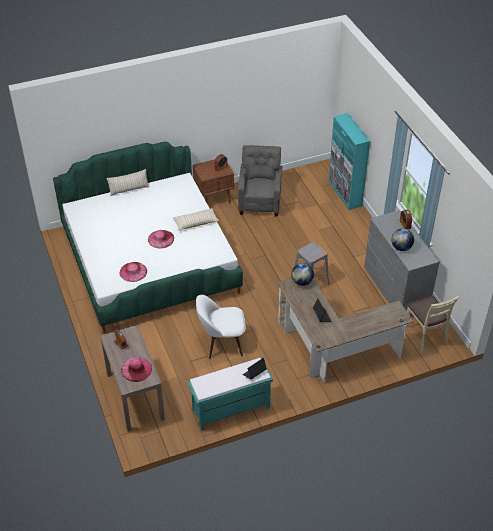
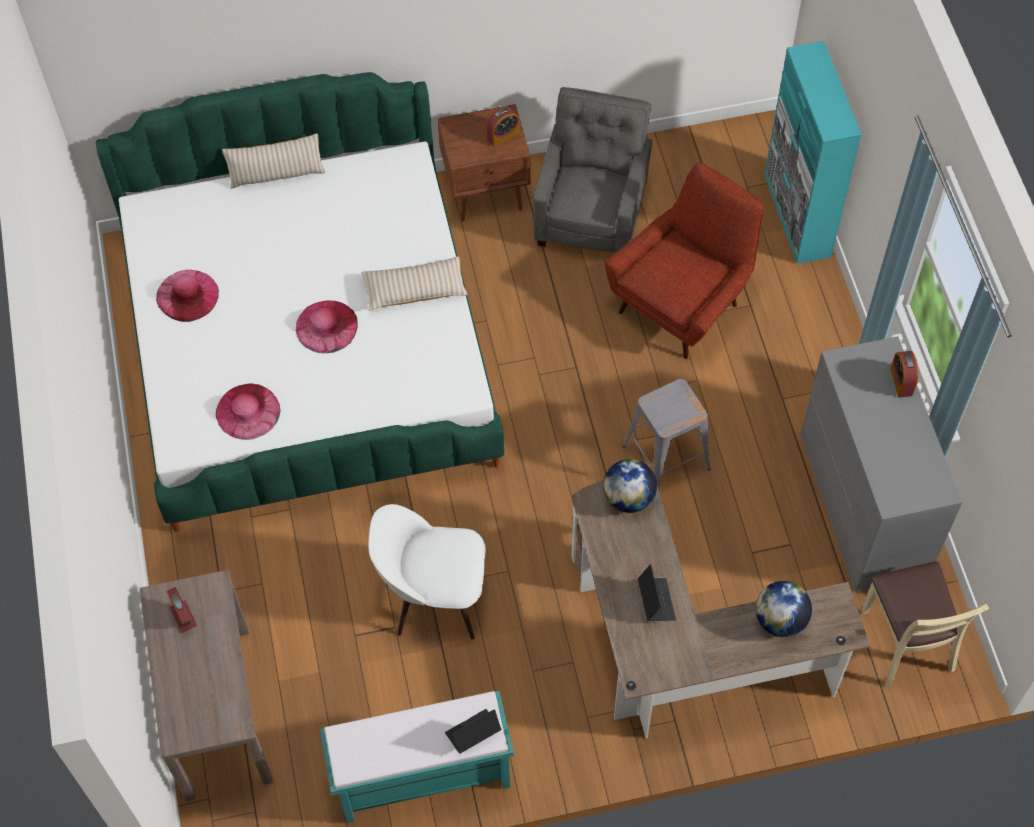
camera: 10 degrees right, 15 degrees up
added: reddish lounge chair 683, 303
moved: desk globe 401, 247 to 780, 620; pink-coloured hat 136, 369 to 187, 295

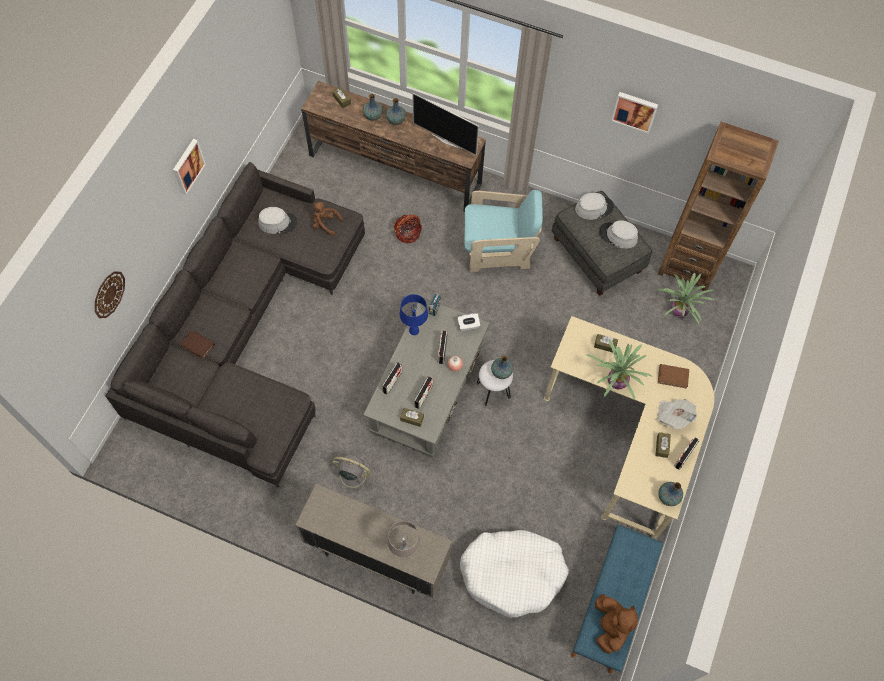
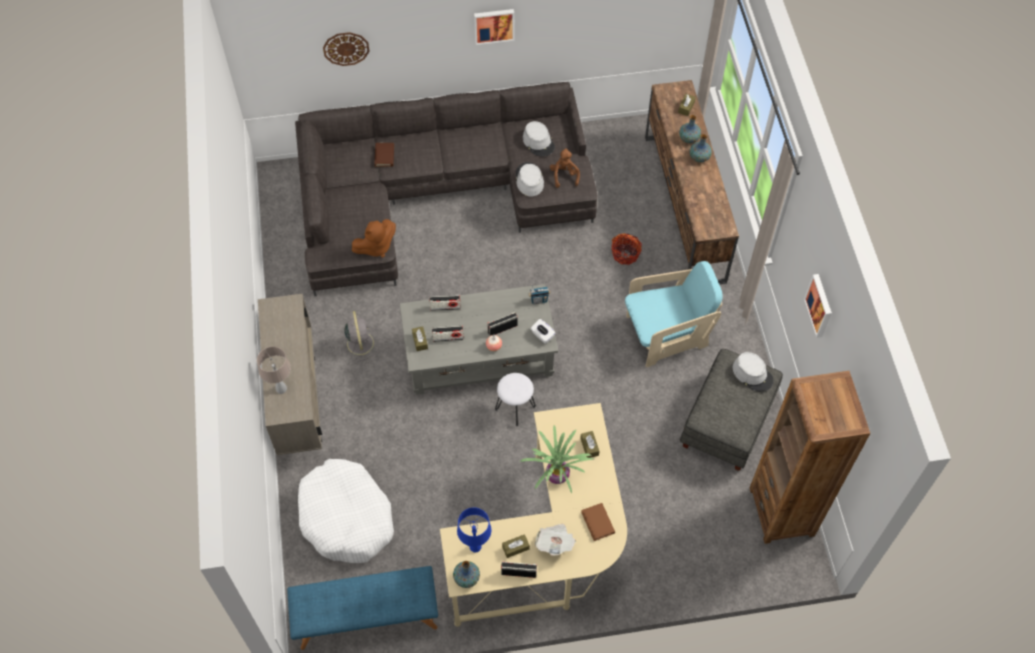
camera: 60 degrees right, 5 degrees down
removed: TV 446, 140; houseplant 679, 311; decorative vase 501, 372
moved: grey hat 618, 236 to 529, 180; bluish tabletop lamp 413, 330 to 475, 546; brown-coloured soft toy 610, 627 to 376, 247
turned: turquoise lounge chair 498, 249 = 666, 334 75 degrees counterclockwise

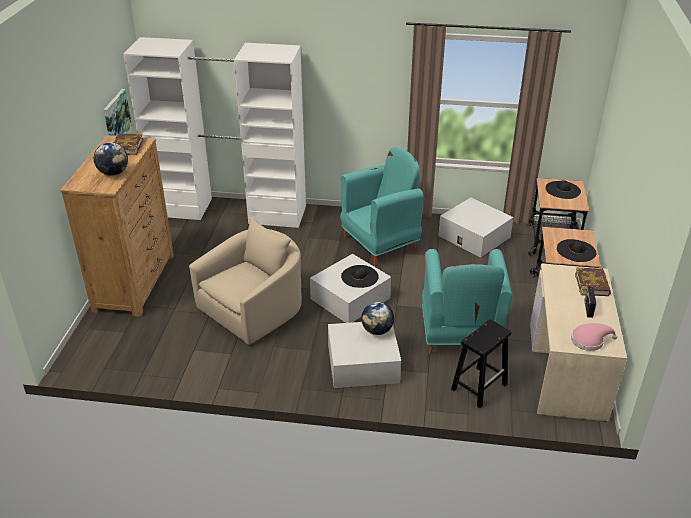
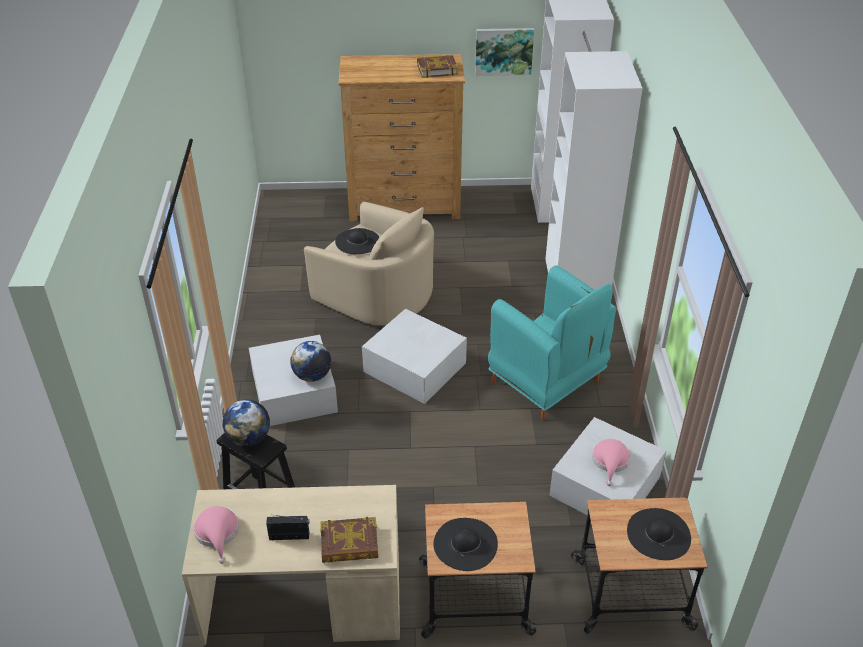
camera: 80 degrees right, 5 degrees up
removed: turquoise lounge chair 460, 336
added: pink-coloured hat 610, 461
moved: desk globe 113, 173 to 248, 438; black-coloured hat 359, 276 to 357, 241

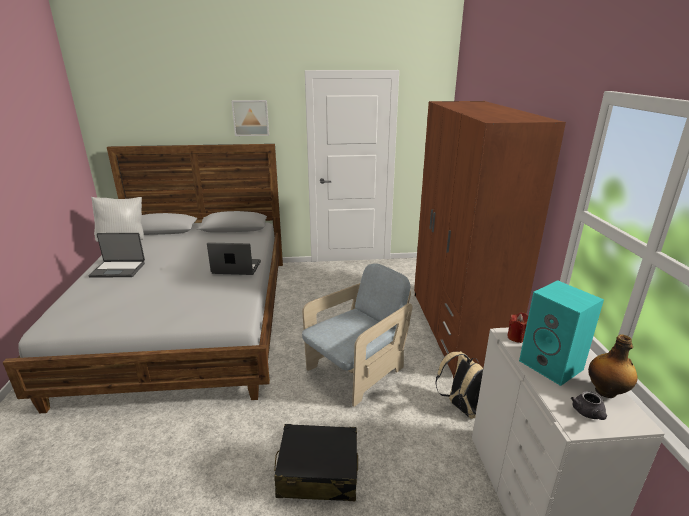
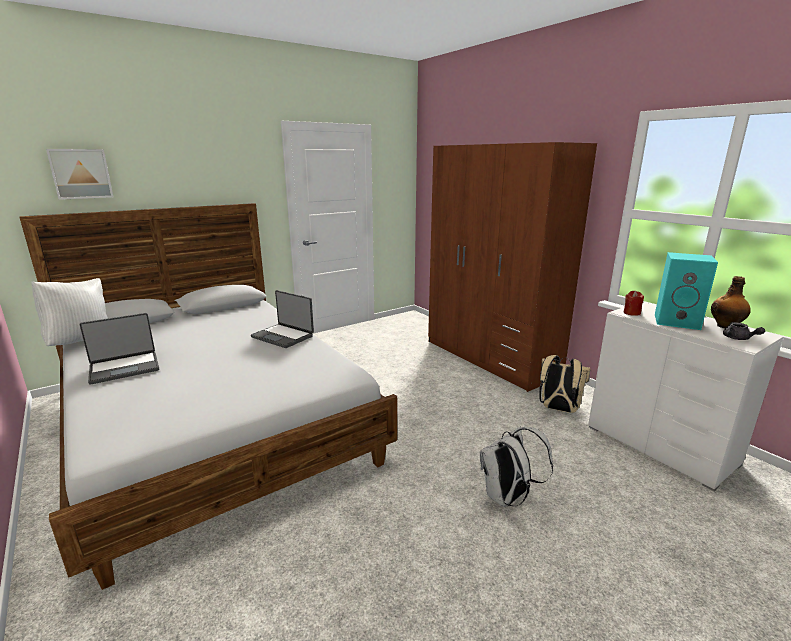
camera: 30 degrees left, 5 degrees down
removed: beige-coloured lounge chair 356, 371
moved: picture 251, 118 to 81, 174
replaced: black-coloured suitcase 317, 472 to white knapsack 508, 498
turned: laptop 236, 268 = 283, 336 120 degrees counterclockwise

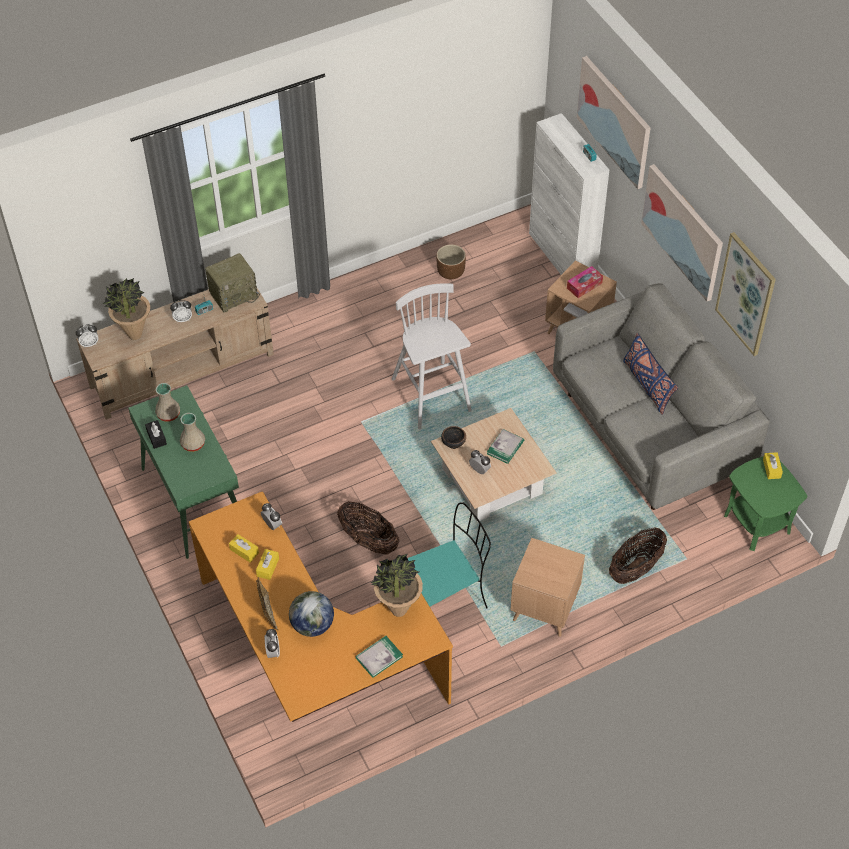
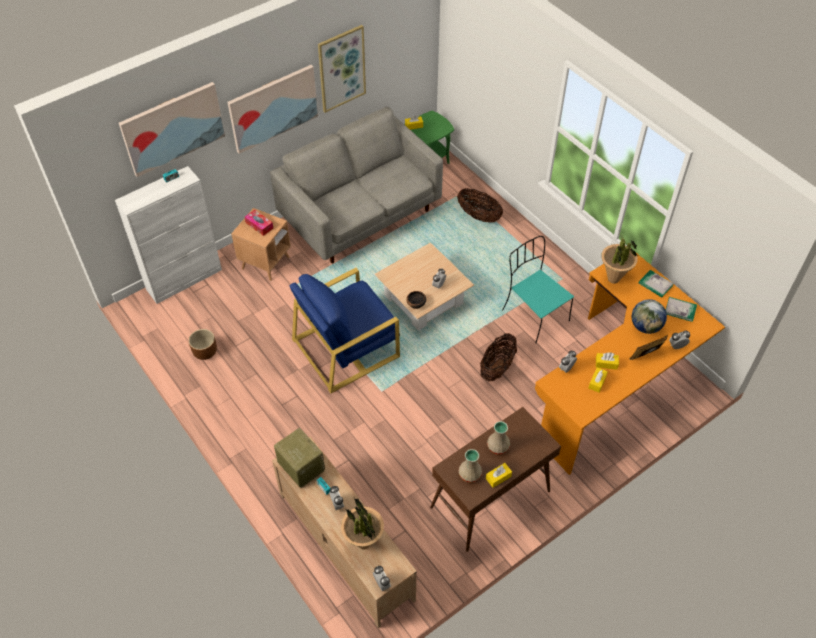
camera: 100 degrees left, 0 degrees up
removed: bluish pillow 647, 385; brown-coloured accent table 544, 609
moved: bound book 505, 447 to 680, 310
replaced: white stool seat 432, 396 to bluish lounge chair 346, 347
recoloured: green-coloured hall table 193, 500 to brown-coloured hall table 490, 500; black-coloured tissue holder 156, 437 to yellowish tissue holder 498, 477

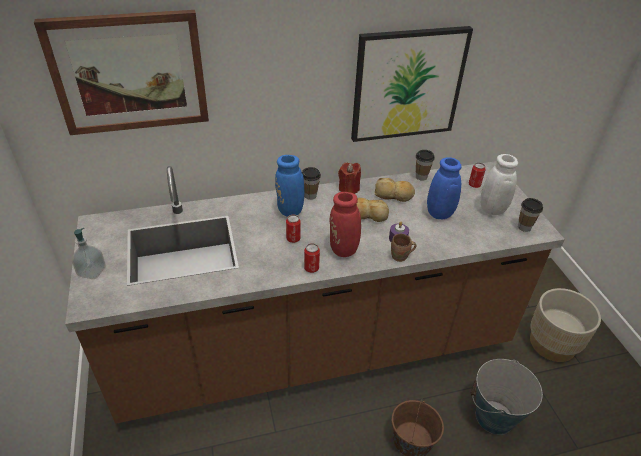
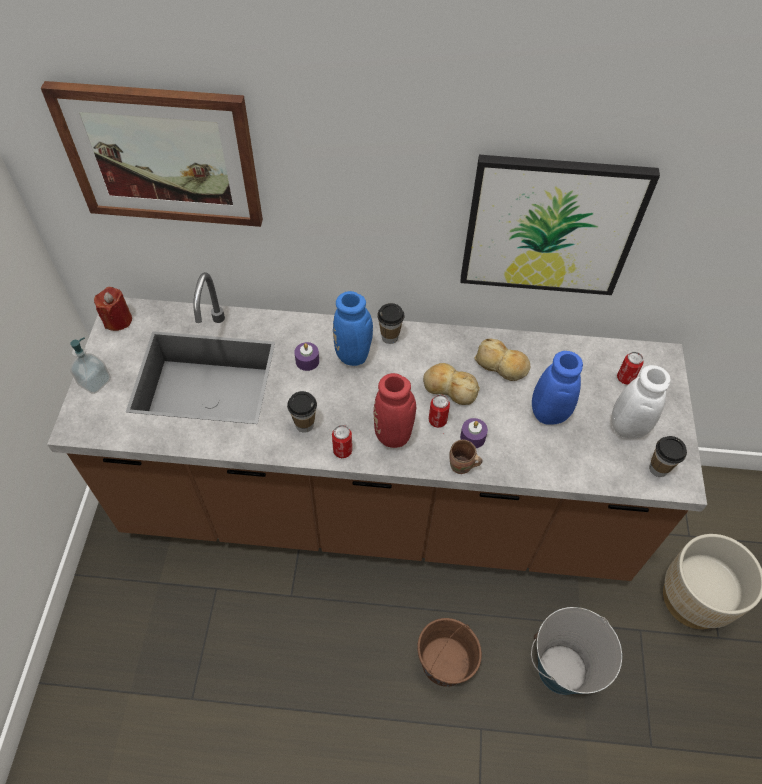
camera: 20 degrees right, 15 degrees up
added: purplish wax candle 307, 361
moved: cup 421, 177 to 304, 425; reddish wax candle 348, 188 to 118, 320; metal can 293, 239 to 437, 420

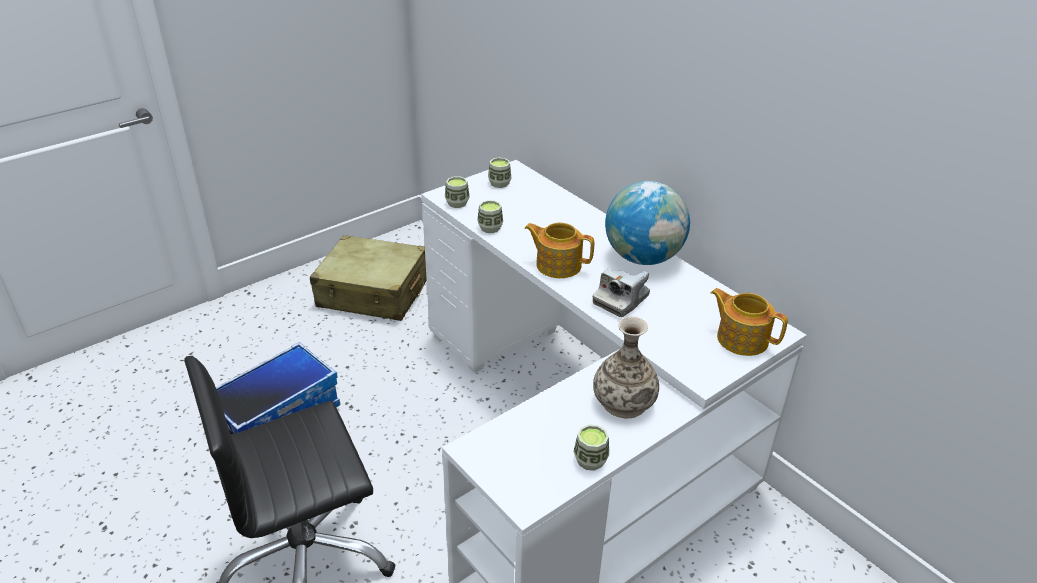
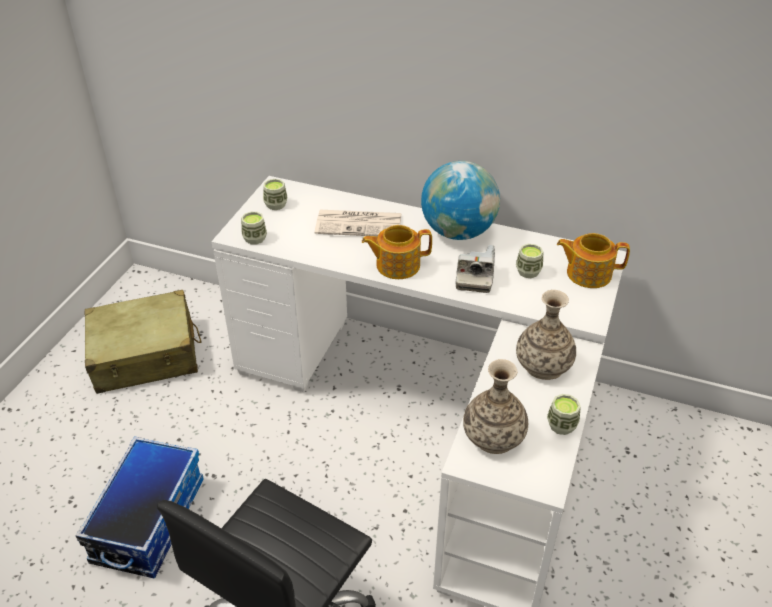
camera: 30 degrees left, 5 degrees up
added: daily paper 360, 224; decorative vase 494, 436
moved: cup 490, 228 to 528, 271

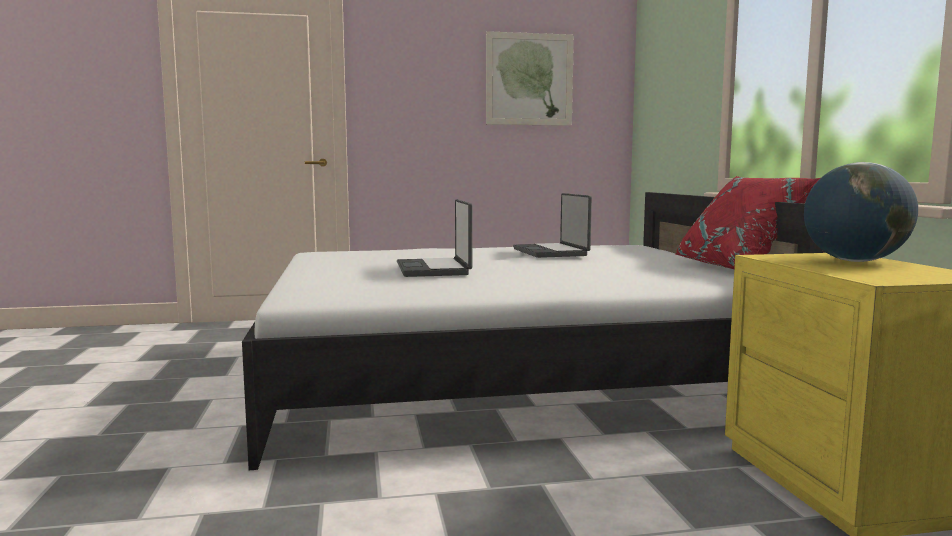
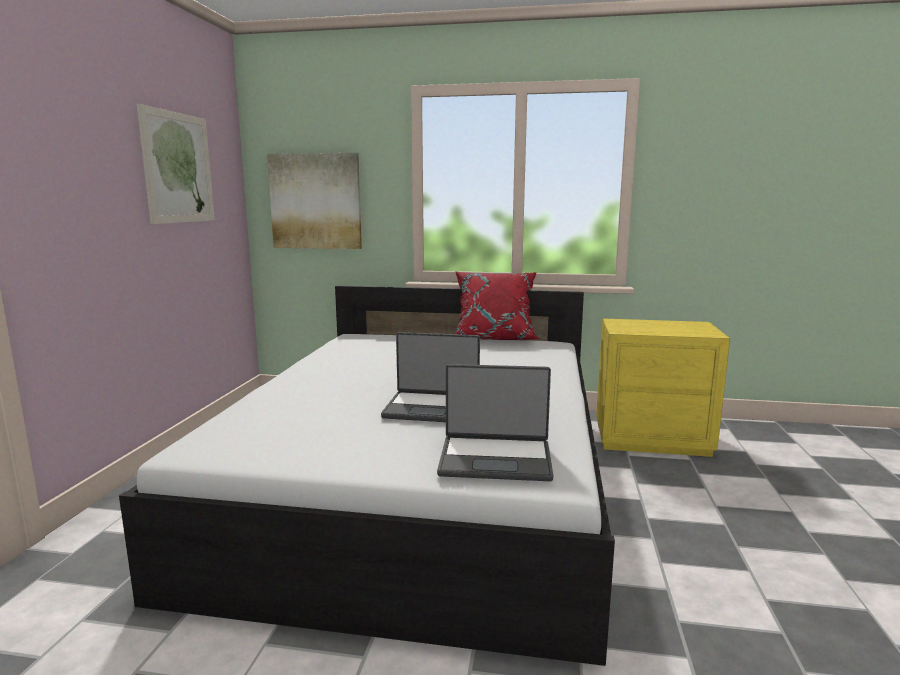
camera: 70 degrees left, 5 degrees up
removed: desk globe 854, 261
added: picture 316, 201
moved: laptop 551, 252 to 495, 459

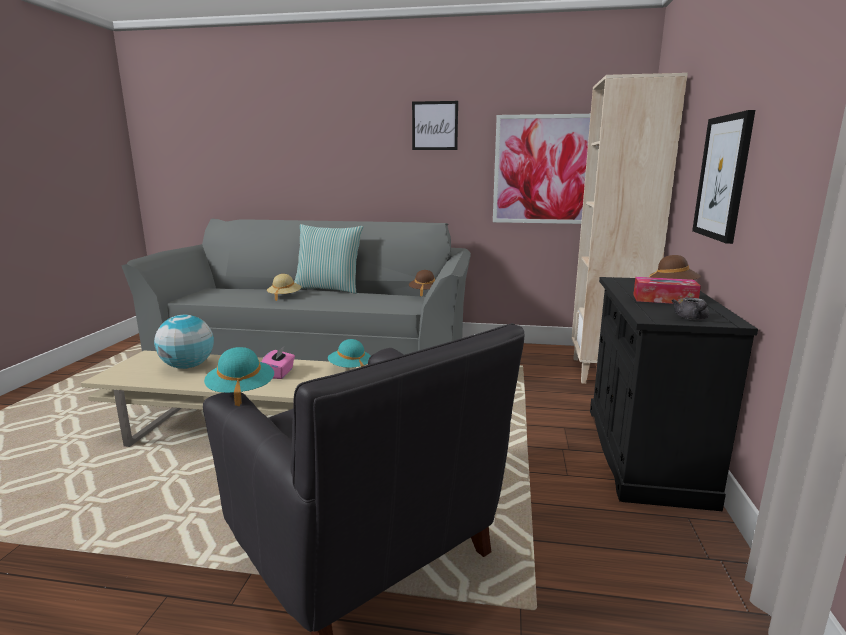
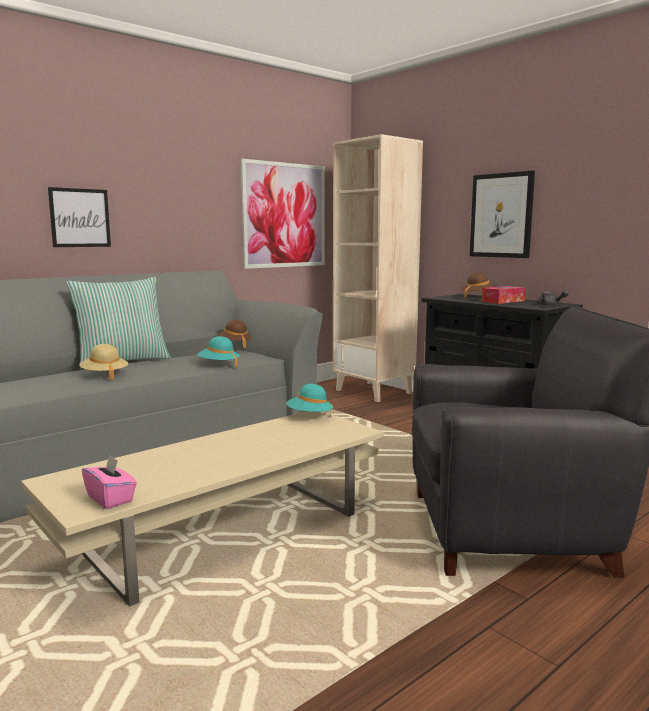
camera: 50 degrees left, 5 degrees down
removed: desk globe 188, 366
moved: picture 435, 125 to 80, 218; turquoise hat 241, 392 to 218, 365; pink-coloured tissue holder 279, 373 to 111, 499

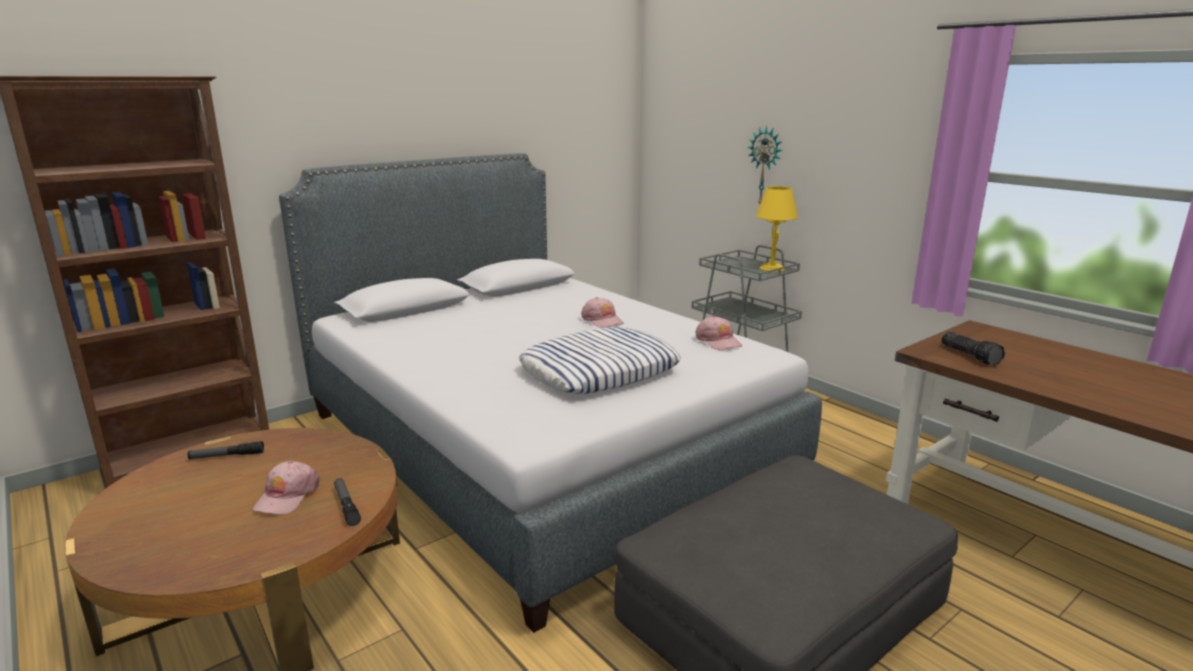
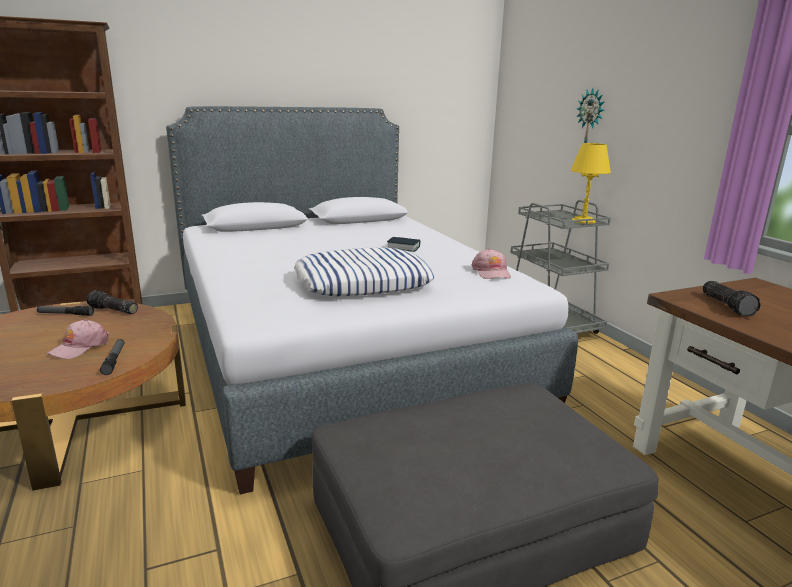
camera: 15 degrees right, 0 degrees up
added: flashlight 112, 310
replaced: pink-coloured baseball cap 602, 320 to bound book 403, 248

